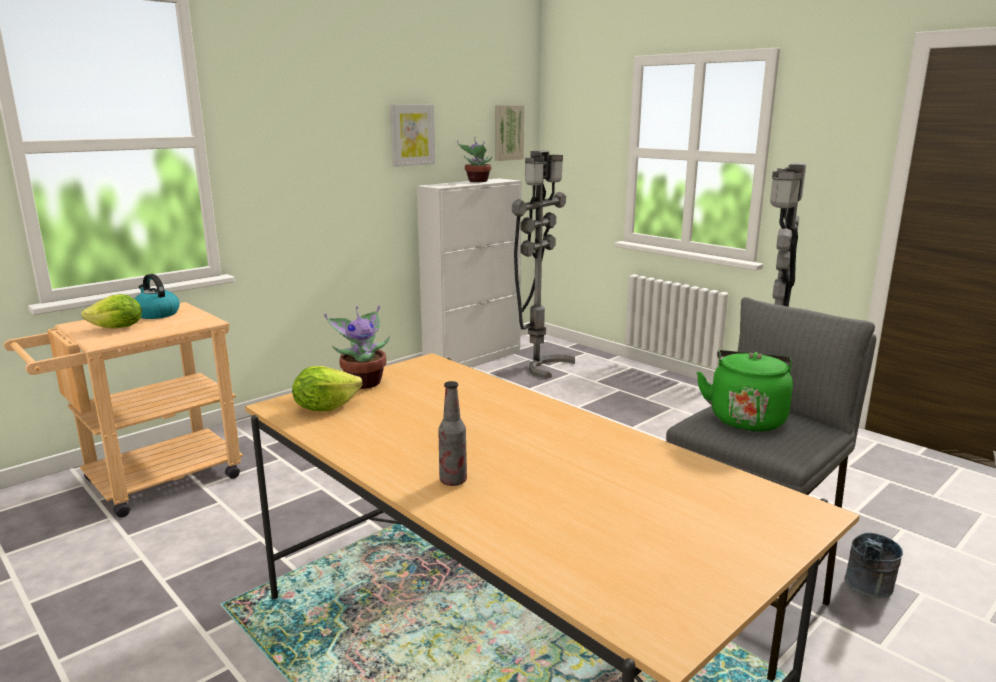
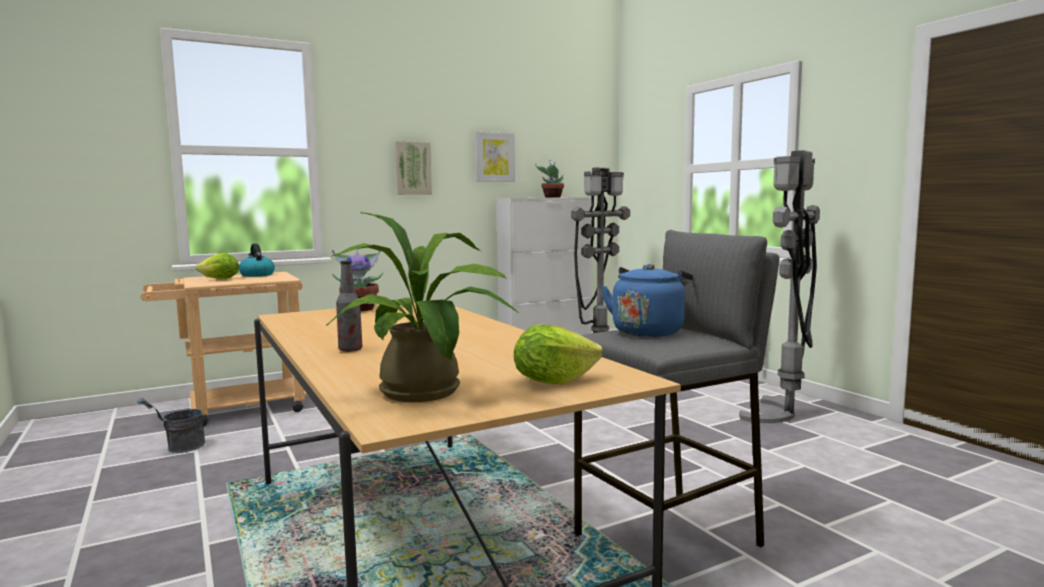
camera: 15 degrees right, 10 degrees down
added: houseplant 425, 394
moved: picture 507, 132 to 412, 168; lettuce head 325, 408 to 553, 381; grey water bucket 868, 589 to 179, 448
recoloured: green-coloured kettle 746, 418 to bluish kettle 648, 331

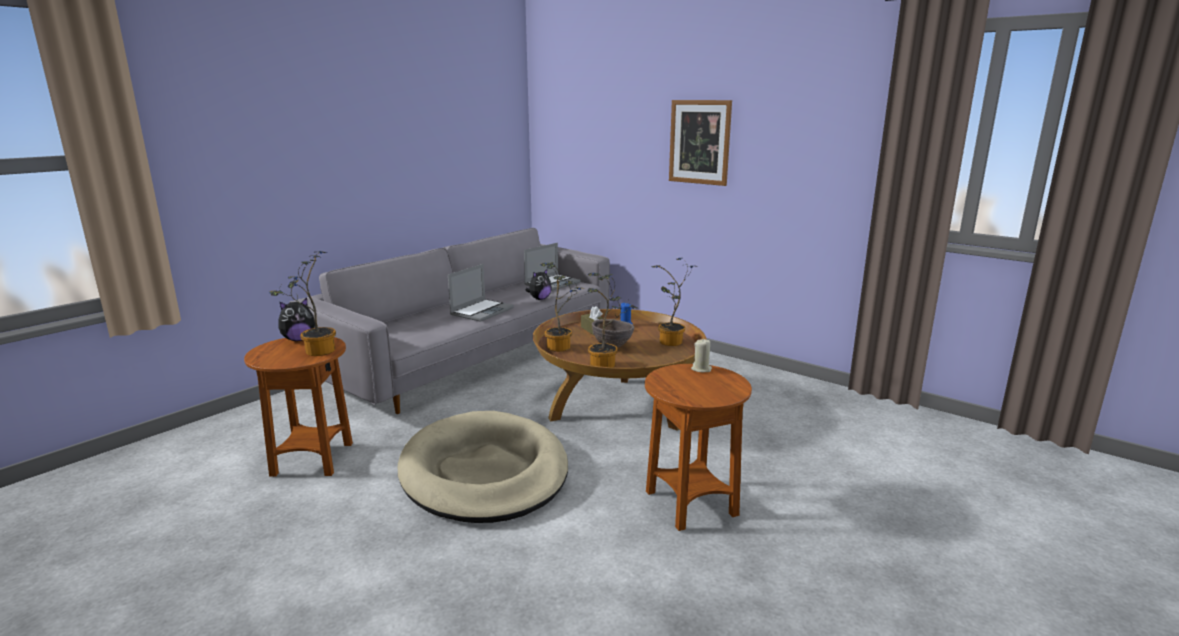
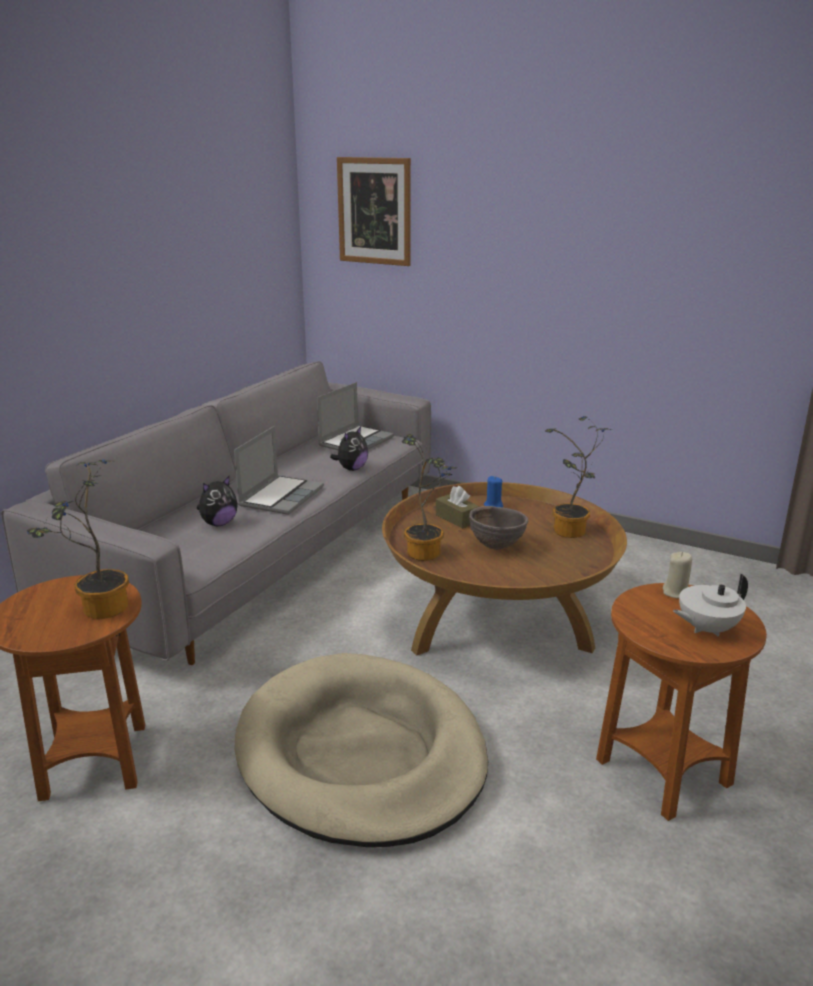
camera: 10 degrees left, 5 degrees up
removed: houseplant 606, 365
added: white pot for tea 706, 629
moved: picture 699, 142 to 374, 211; soft toy 299, 339 to 218, 523

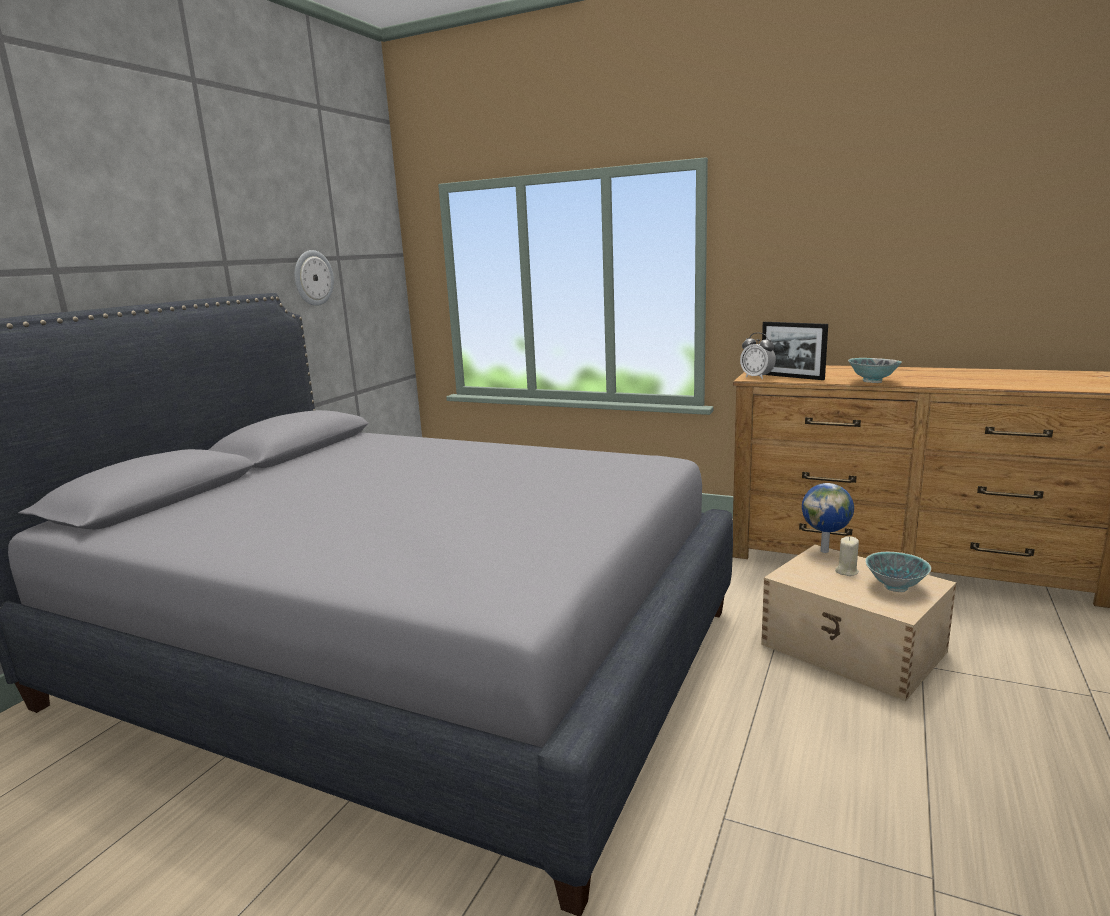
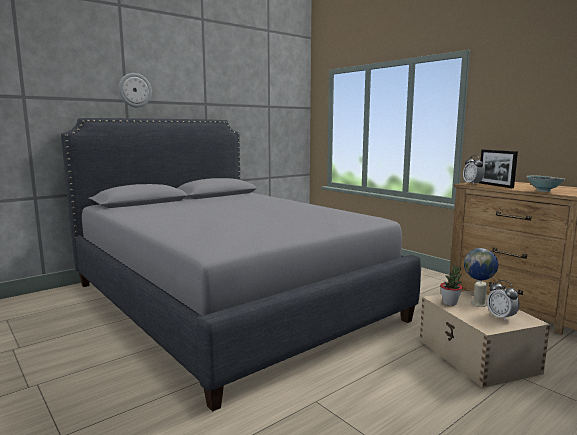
camera: 25 degrees right, 5 degrees down
added: houseplant 450, 303
moved: hanging clock 313, 278 to 135, 90
replaced: deep dish 895, 587 to table clock 501, 317

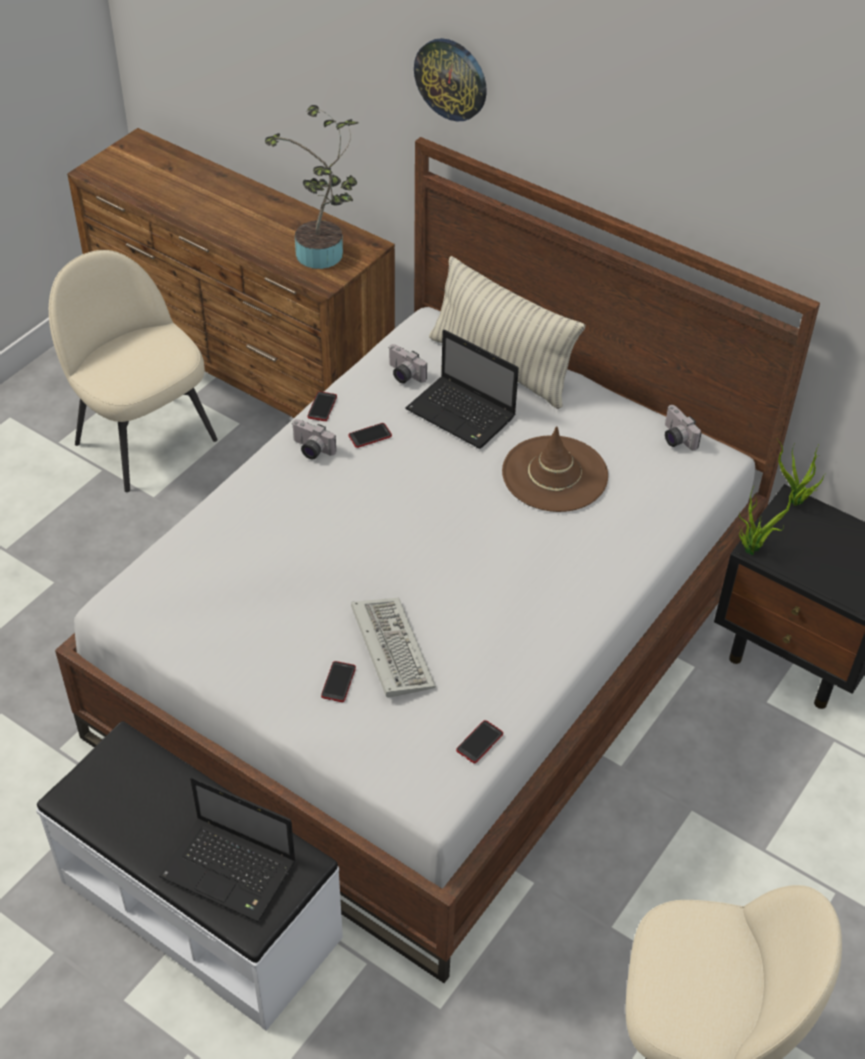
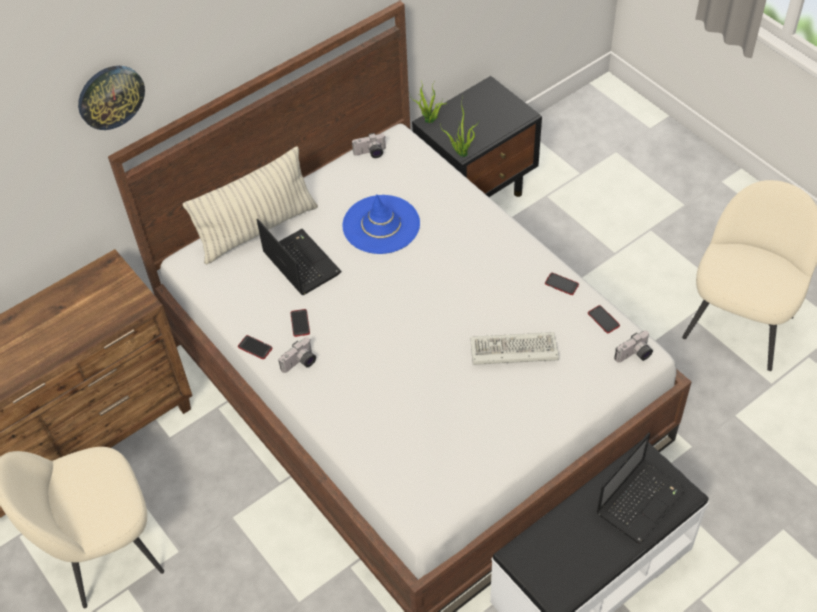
camera: 70 degrees left, 5 degrees up
removed: houseplant 323, 257
moved: photo camera 403, 375 to 634, 355; handset 338, 682 to 561, 284
recoloured: brown-coloured hat 554, 474 to bluish hat 381, 225
turned: laptop 463, 414 = 300, 262 90 degrees counterclockwise

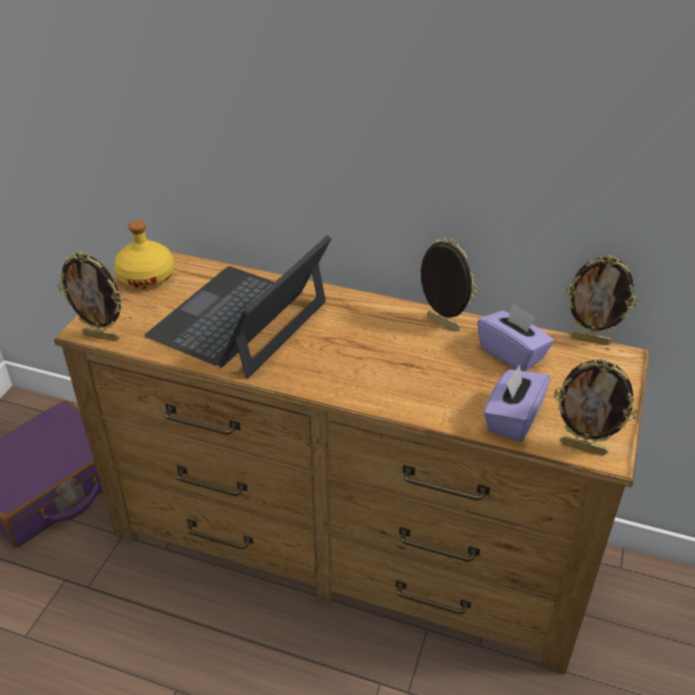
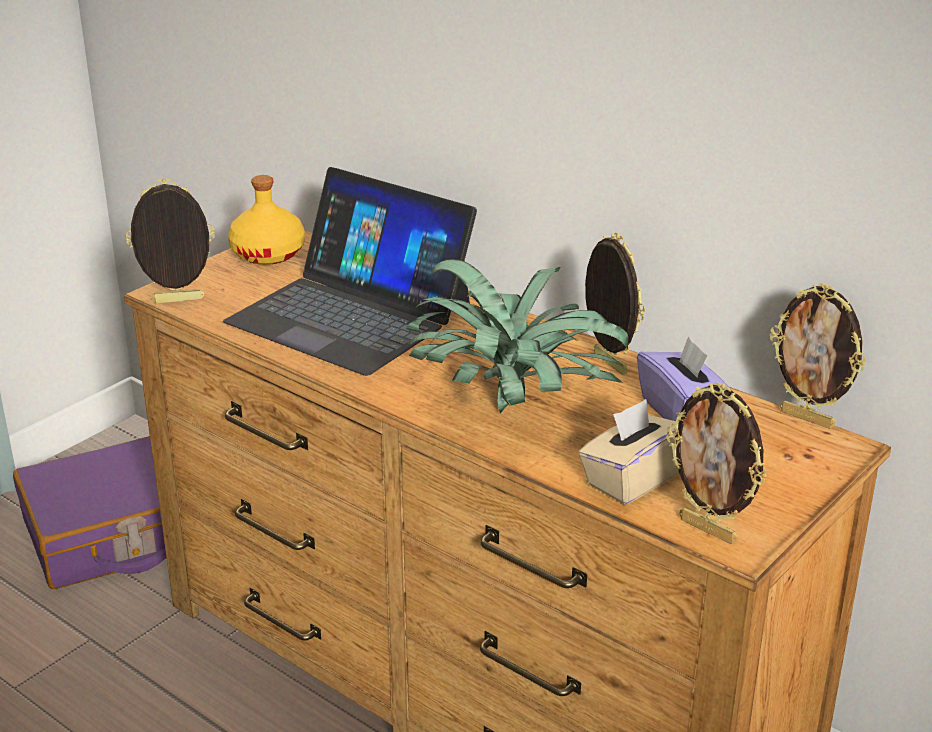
camera: 20 degrees right, 10 degrees down
added: houseplant 513, 408
recoloured: purplish tissue holder 512, 418 to beige-coloured tissue holder 632, 479
turned: laptop 240, 320 = 350, 314 105 degrees counterclockwise; picture frame 102, 336 = 178, 301 135 degrees clockwise

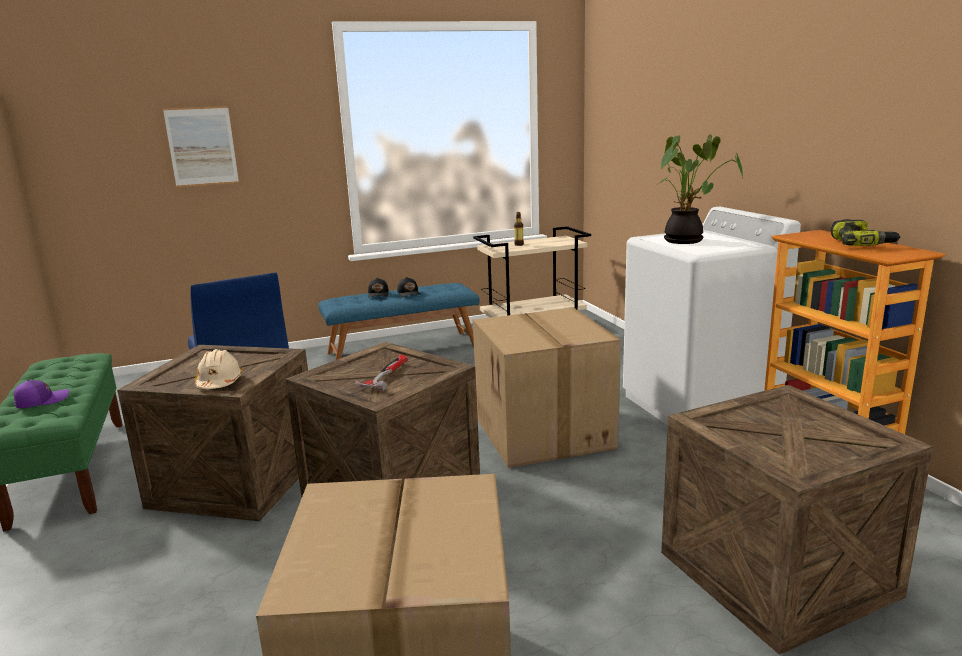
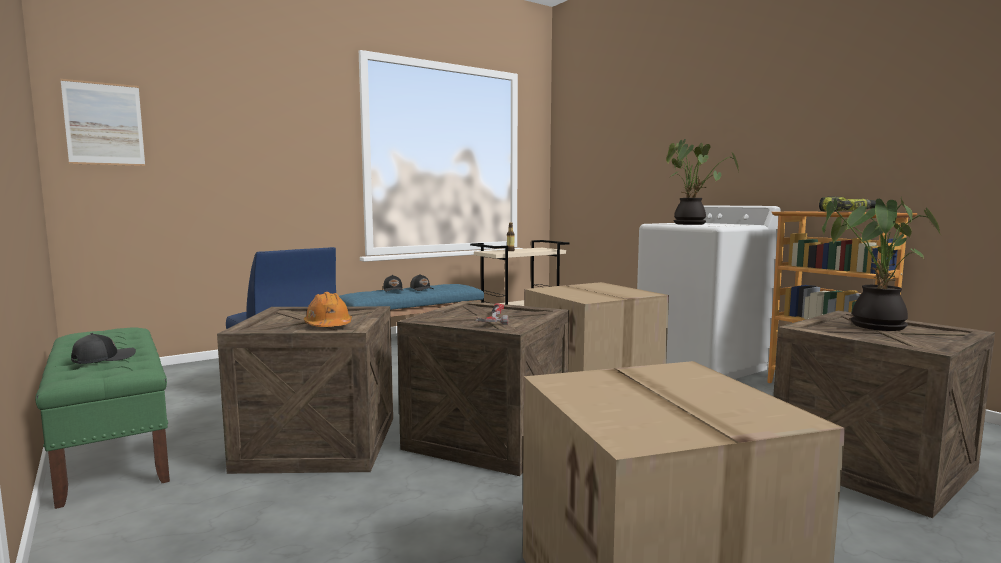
camera: 15 degrees left, 10 degrees down
added: houseplant 873, 325
moved: picture 202, 146 to 104, 124
recoloured: beige-coloured work helmet 219, 382 to orangey work helmet 328, 326; purplish baseball cap 41, 401 to black-coloured baseball cap 103, 359

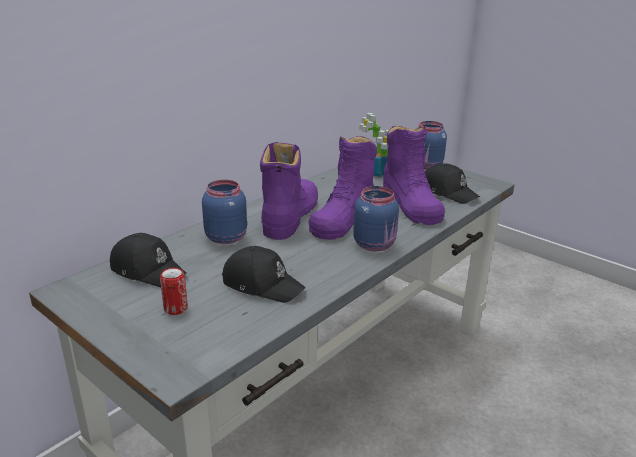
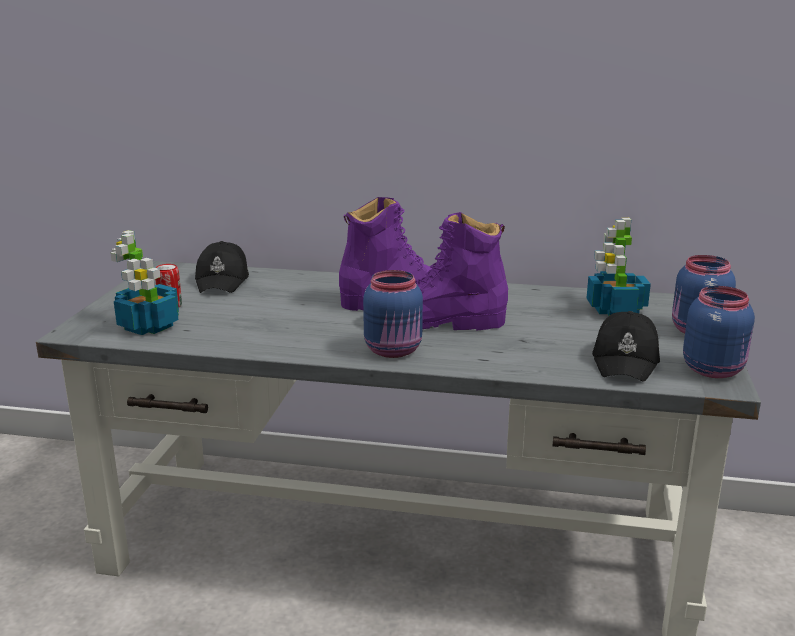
camera: 60 degrees right, 5 degrees down
removed: purplish tall boot 410, 205; black-coloured baseball cap 262, 284
added: houseplant 149, 326
moved: bluish preserve jar 226, 237 to 713, 369

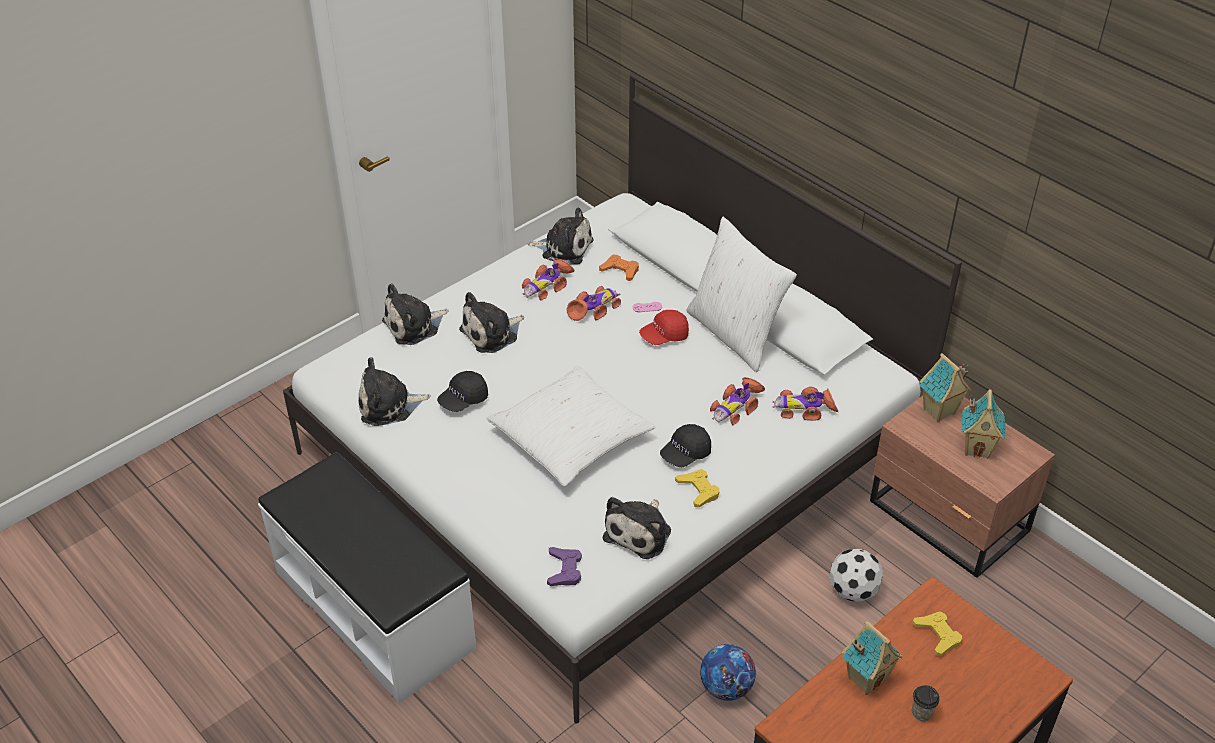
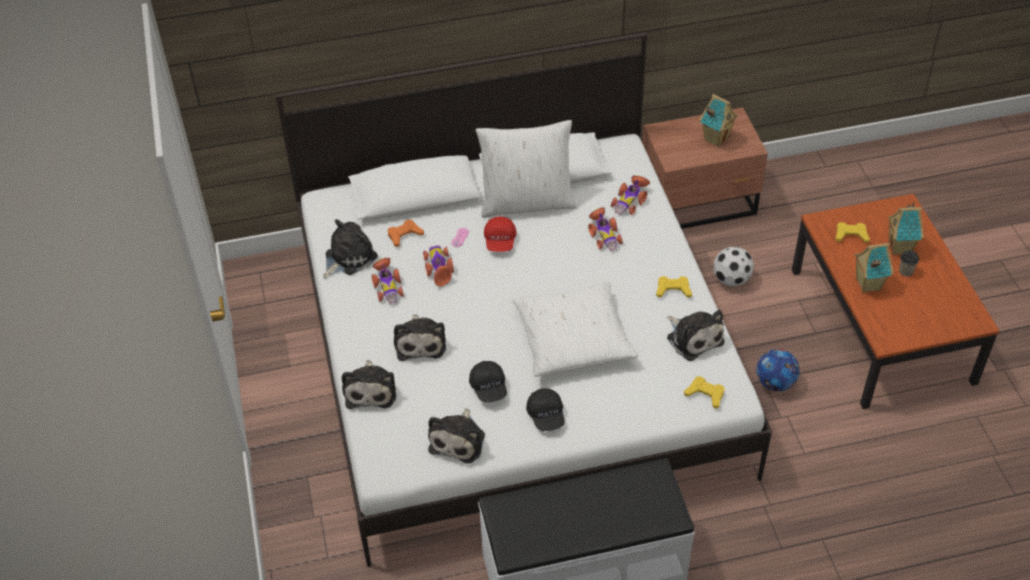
camera: 60 degrees left, 5 degrees up
moved: miniature house 939, 412 to 900, 248; black-coloured baseball cap 685, 454 to 546, 416
recoloured: purplish joypad 564, 570 to yellowish joypad 705, 394

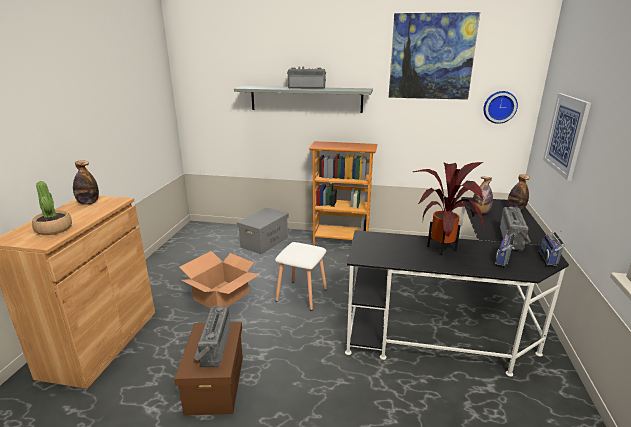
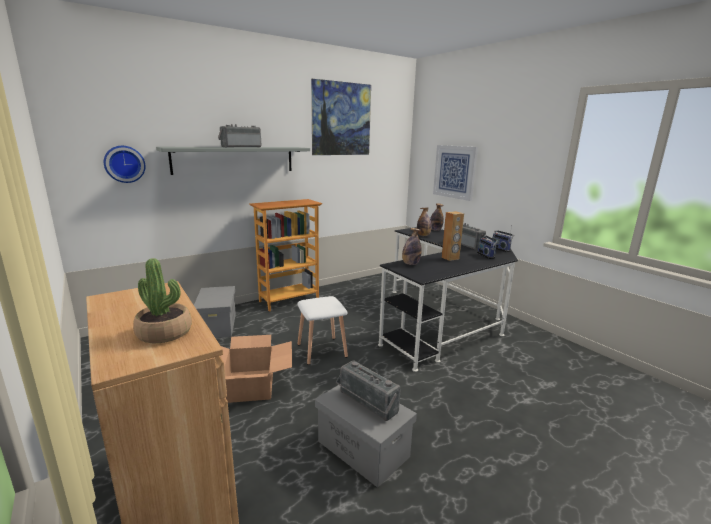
camera: 45 degrees left, 5 degrees down
moved: hanging clock 499, 107 to 124, 164; beverage bottle 88, 203 to 410, 264
replaced: houseplant 445, 248 to brown-coloured loudspeaker 450, 258
recoloured: brown-coloured storage bin 215, 383 to grey storage bin 362, 448

